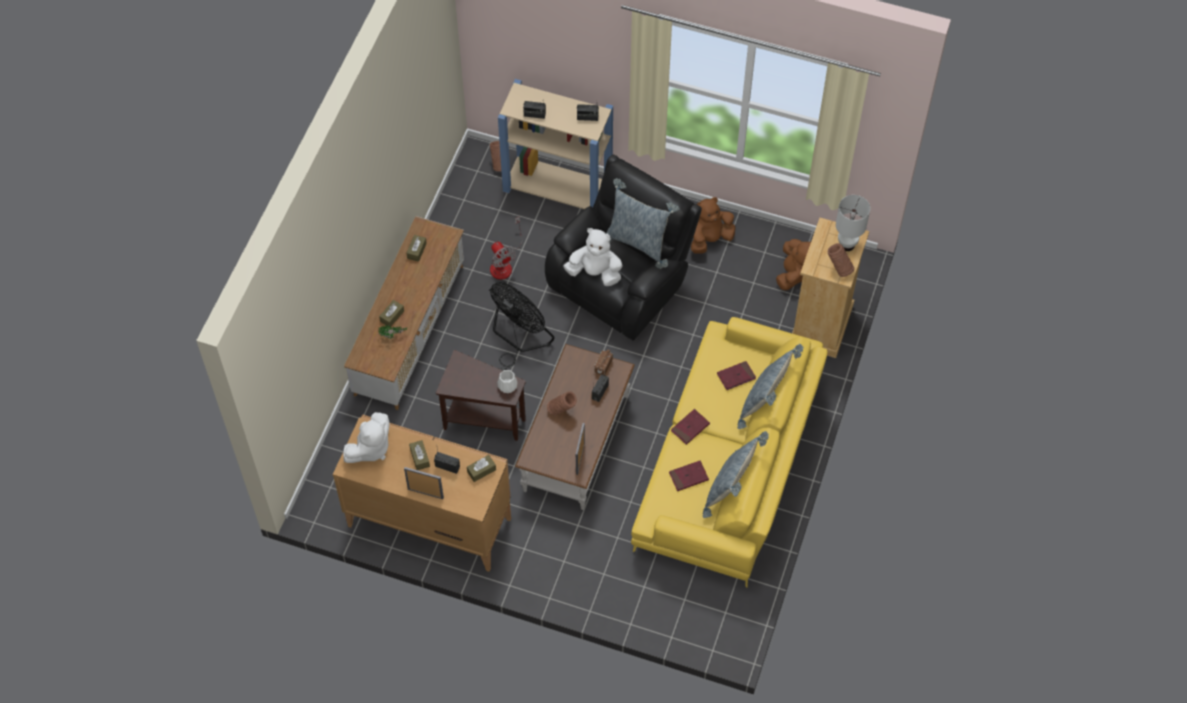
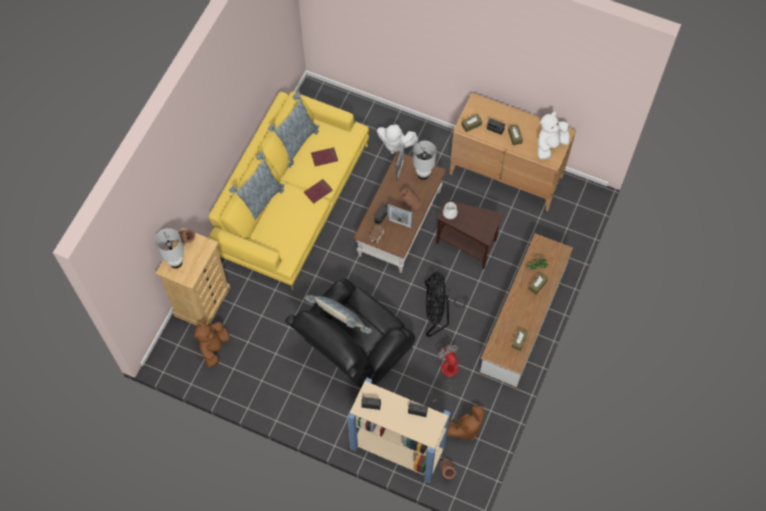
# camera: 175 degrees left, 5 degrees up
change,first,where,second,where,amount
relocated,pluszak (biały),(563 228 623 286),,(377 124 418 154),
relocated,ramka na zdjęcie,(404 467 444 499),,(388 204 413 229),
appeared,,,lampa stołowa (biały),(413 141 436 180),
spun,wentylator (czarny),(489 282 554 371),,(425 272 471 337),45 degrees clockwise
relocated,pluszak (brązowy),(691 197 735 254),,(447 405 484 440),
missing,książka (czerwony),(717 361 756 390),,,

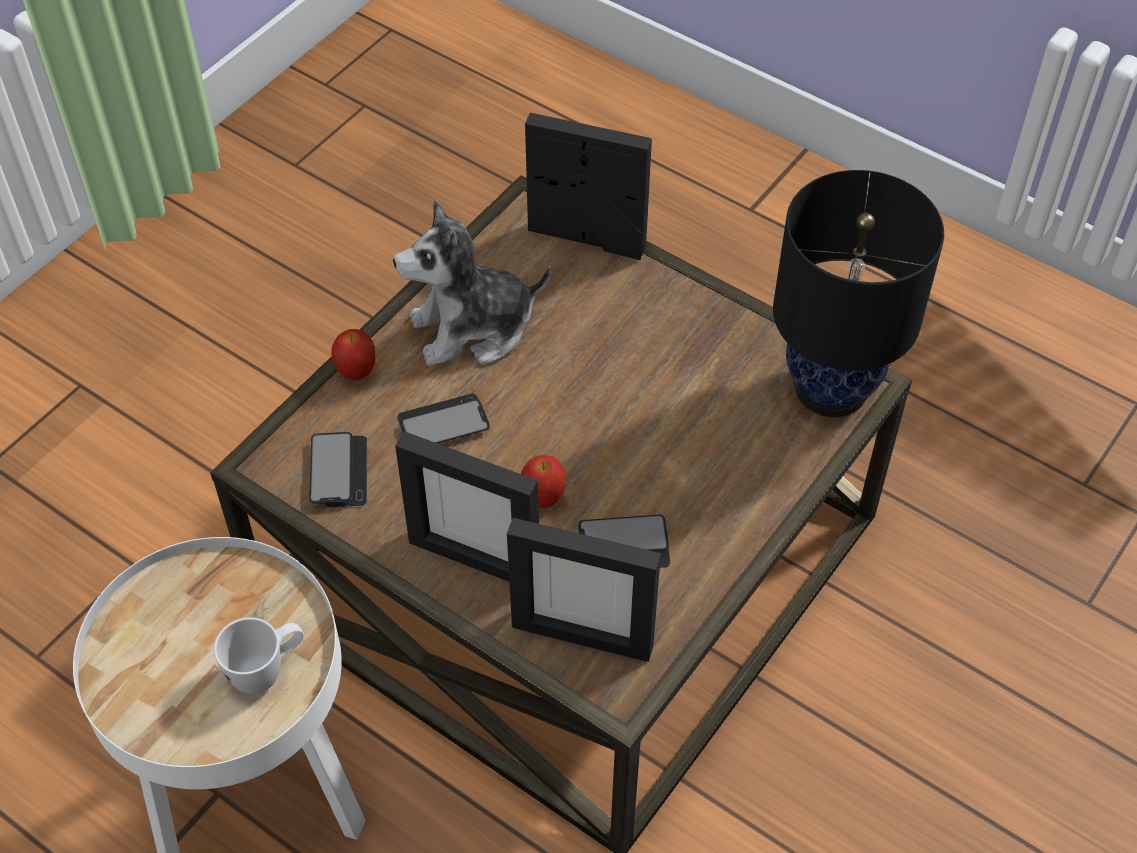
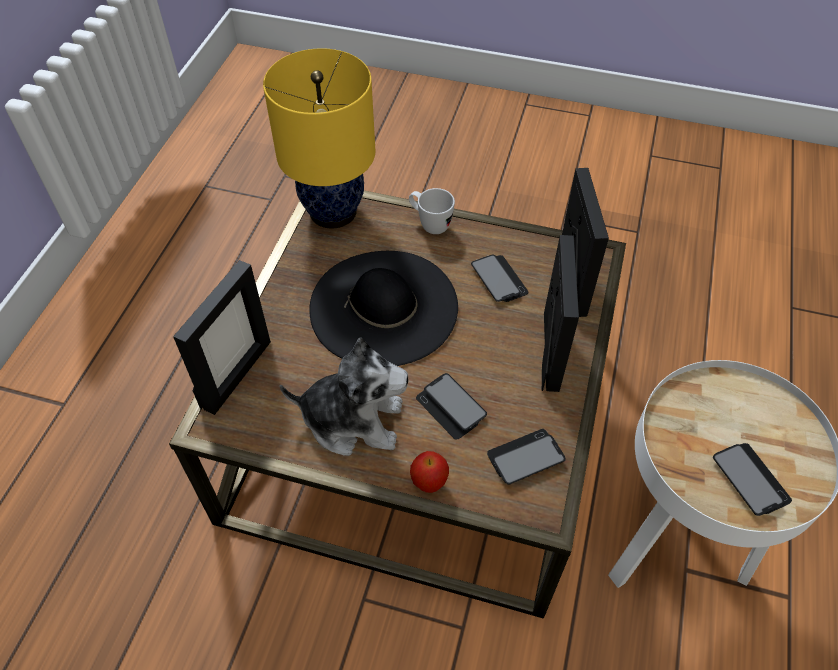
# camera: 110 degrees left, 0 degrees up
change,first,where,second,where,amount
spun,ramka na zdjęcie,(525 113 652 260),,(173 260 271 415),150 degrees counterclockwise
colour,lampa stołowa (czarny),(773 170 944 417),lampa stołowa (żółty),(263 48 375 228),
spun,pluszak,(393 200 551 366),,(280 337 408 456),45 degrees counterclockwise
appeared,,,kapelusz (czarny),(309 251 458 366),
relocated,kubek (biały),(214 617 303 694),,(409 188 455 234),
appeared,,,telefon,(713 443 792 516),
missing,jabłko,(521 455 566 508),,,

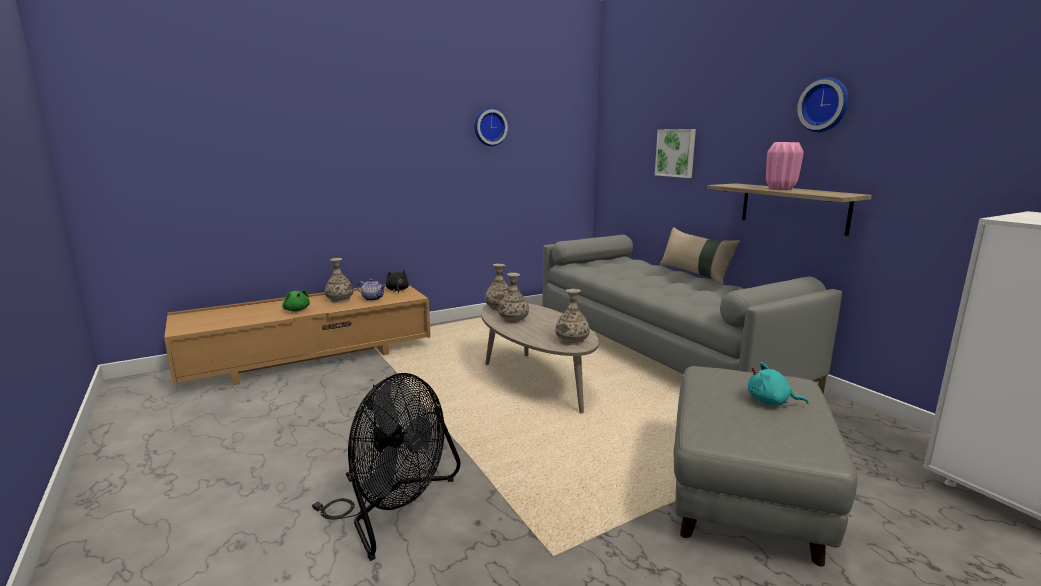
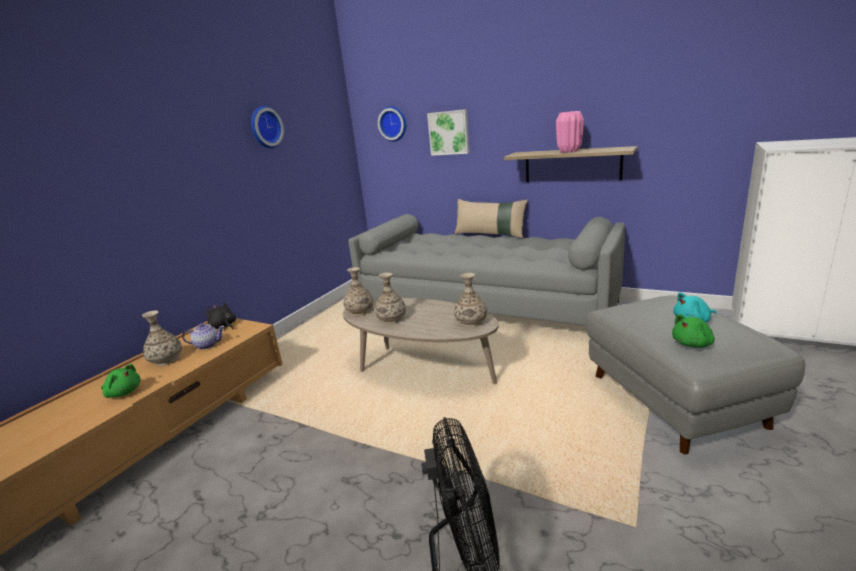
# camera: 30 degrees left, 5 degrees up
change,first,where,second,where,amount
relocated,zegar ścienny,(797 77 849 132),,(378 106 406 142),
appeared,,,pluszak (zielony),(672 314 715 348),

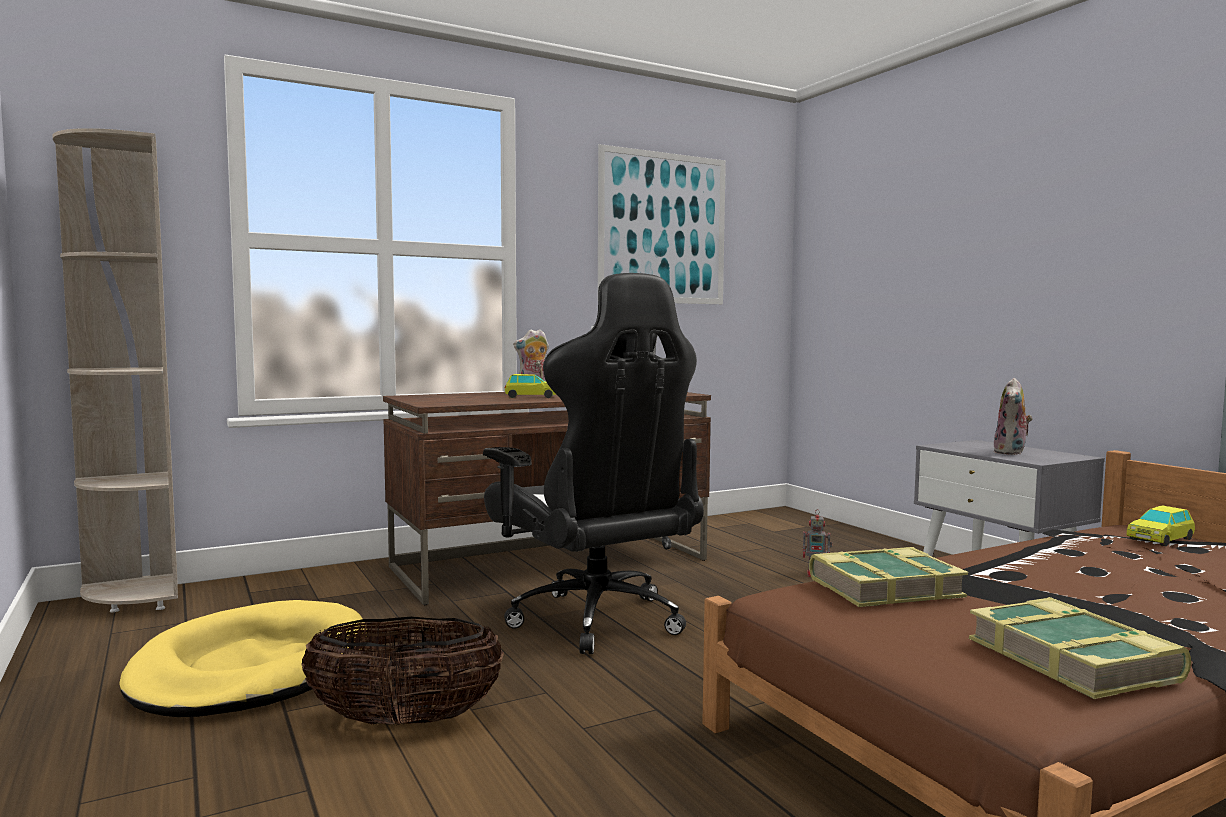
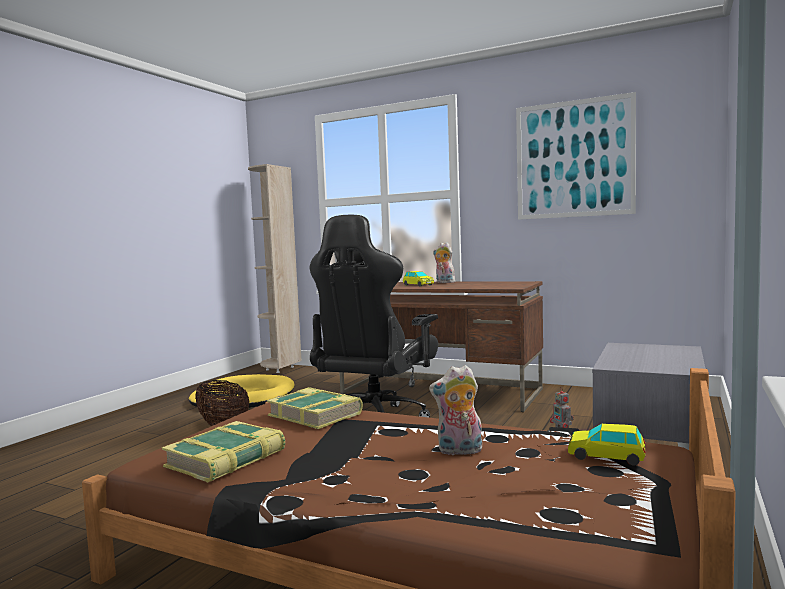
# camera: 55 degrees right, 0 degrees up
change,first,where,second,where,amount
relocated,pluszak,(994 378 1033 455),,(429 365 482 456),

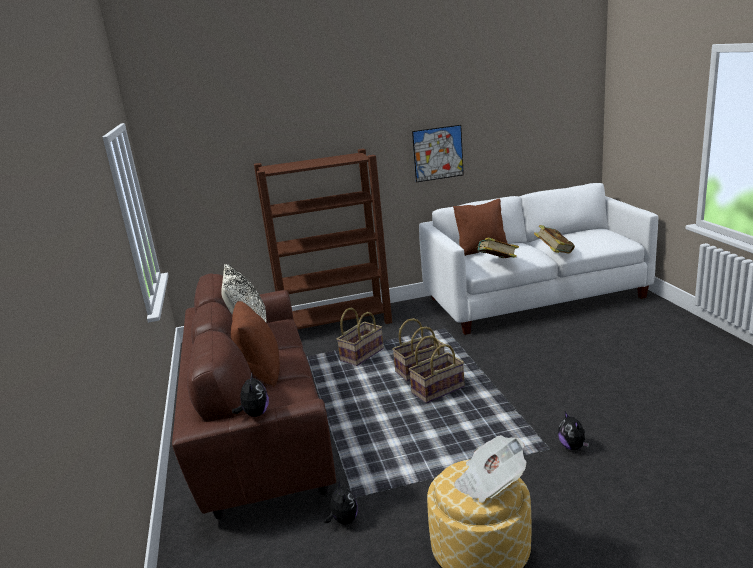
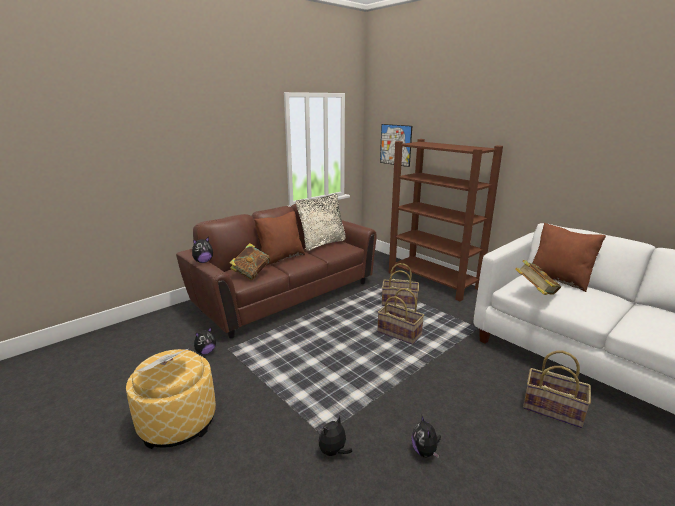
# camera: 60 degrees right, 0 degrees up
change,first,where,second,where,amount
relocated,książka,(534 225 575 254),,(229 243 270 280),
relocated,obraz,(412 125 464 182),,(380 124 412 167),
appeared,,,pluszak,(411 416 441 458),
relocated,koszyk,(409 336 465 403),,(523 350 591 428),

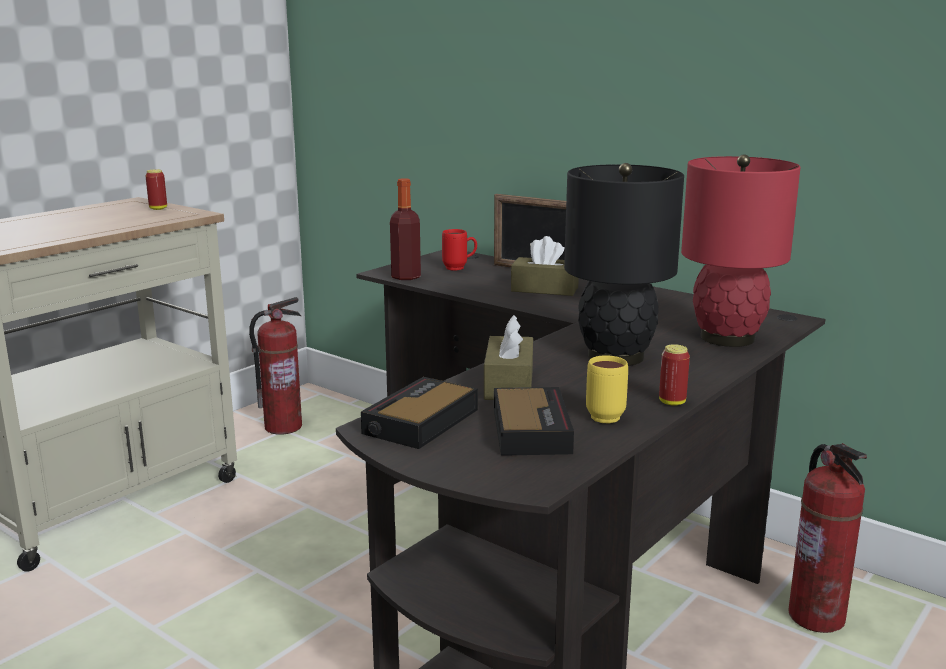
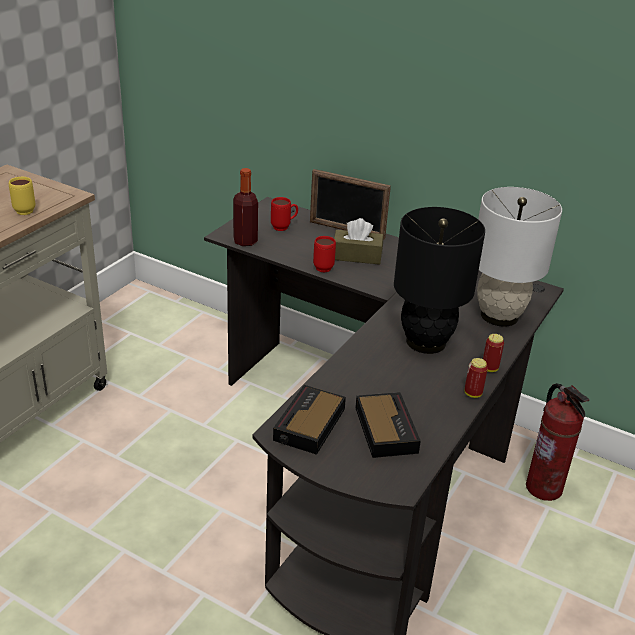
# camera: 10 degrees left, 15 degrees up
change,first,where,second,where,amount
relocated,kubek (żółty),(586 355 628 424),,(9 177 35 215),
appeared,,,kubek (czerwony),(313 236 336 273),
colour,lampa stołowa (czerwony),(681 154 801 347),lampa stołowa (biały),(477 187 562 327),
relocated,puszka,(145 169 167 210),,(483 334 504 372),
missing,gaśnica,(249 297 302 435),,,
missing,pudełko chusteczek (brązowy),(484 315 533 400),,,

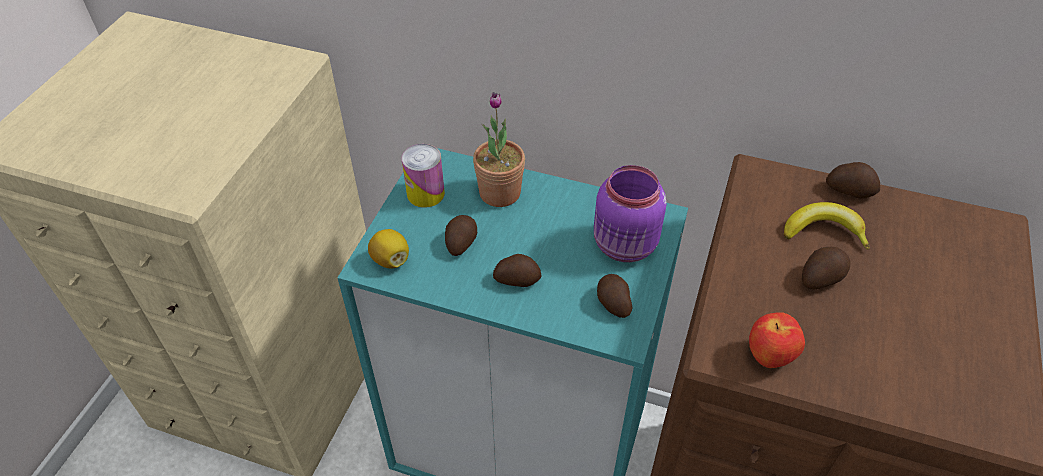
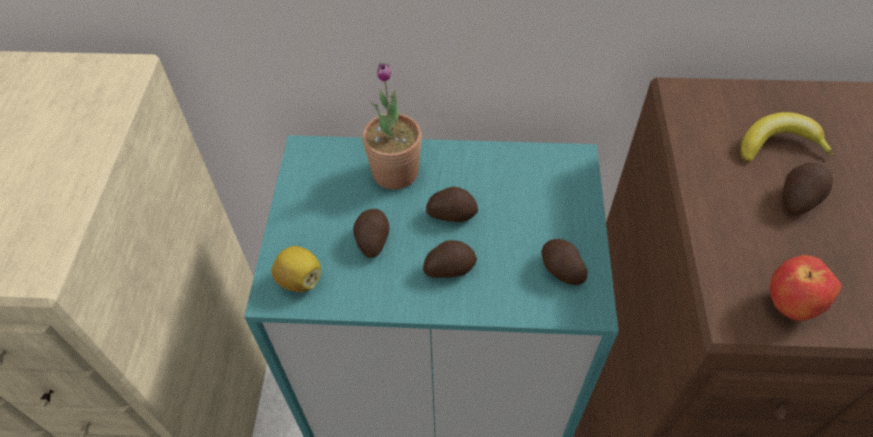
# camera: 15 degrees left, 5 degrees up
change,first,where,second,where,amount
relocated,ziemniak,(826 162 880 199),,(426 186 478 222),
missing,puszka,(402 144 445 208),,,
missing,słoik (fioletowy),(594 165 667 262),,,

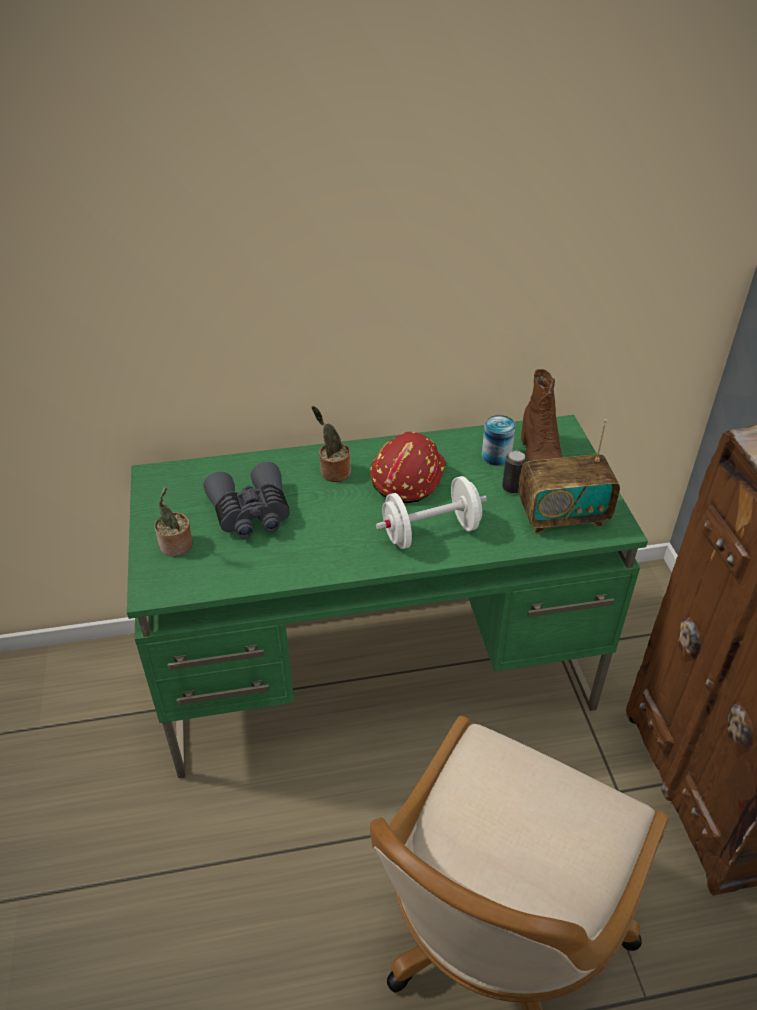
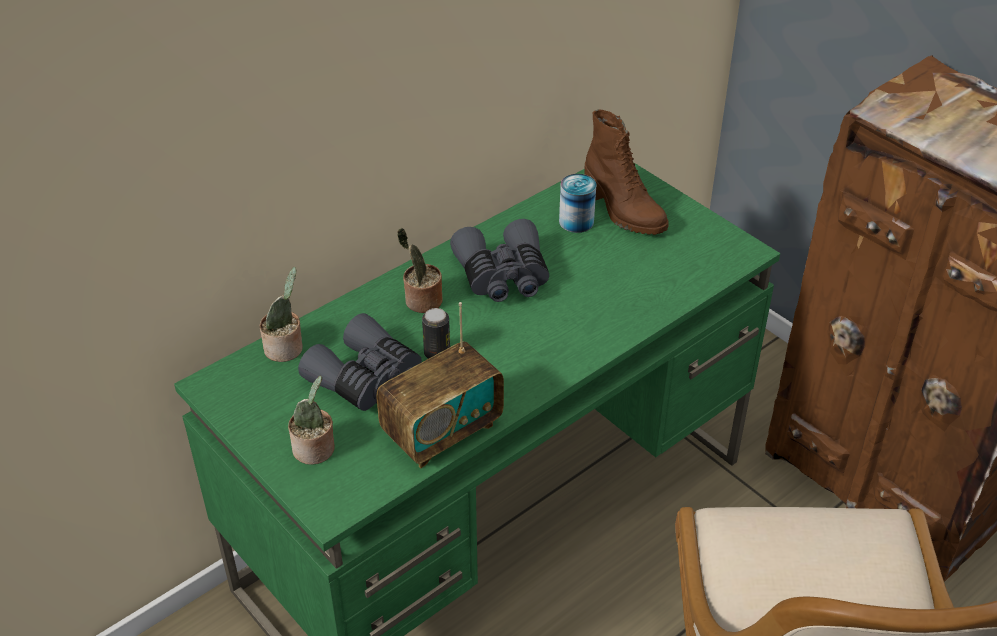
# camera: 30 degrees left, 0 degrees up
change,first,where,second,where,amount
appeared,,,roślina doniczkowa,(259 267 303 362),
relocated,radio,(519 419 620 533),,(376 302 504 469),
relocated,puszka,(502 451 527 494),,(422 308 450 359),
exchanged,kask (czerwony),(370 432 446 503),lornetka (szary),(450 219 549 302),
missing,hantel (biały),(376 476 487 549),,,

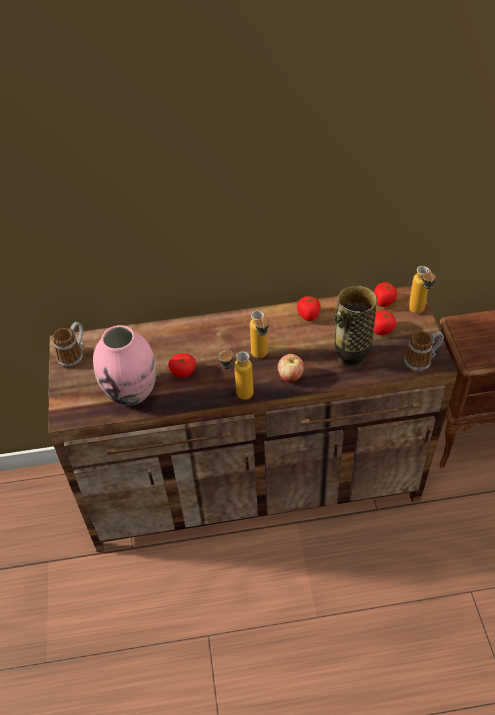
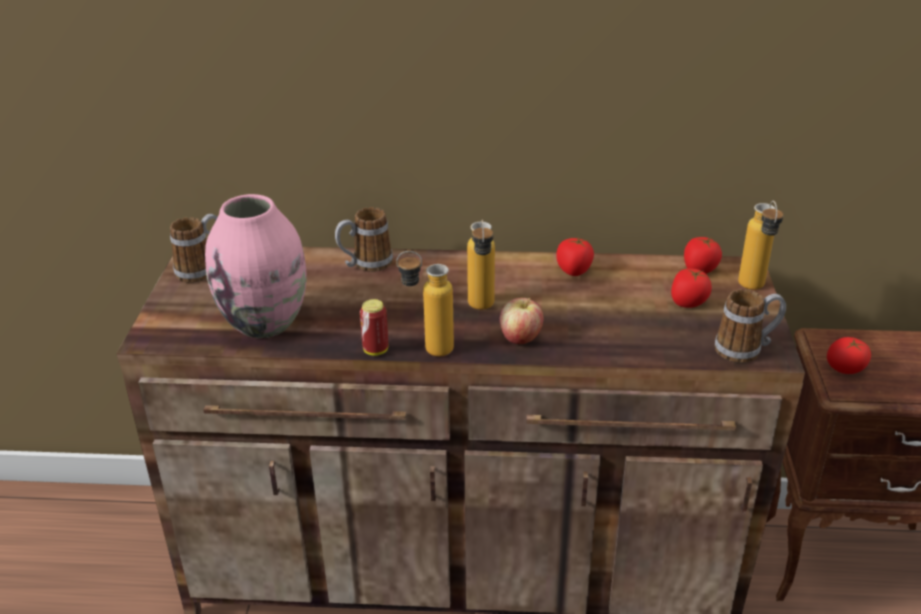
# camera: 10 degrees right, 15 degrees down
change,first,where,second,where,amount
appeared,,,kubek,(335 207 393 272),
appeared,,,puszka,(360 299 388 356),
relocated,pomidor,(168 353 196 378),,(827 337 871 374),
missing,wazon,(334 286 377 367),,,

